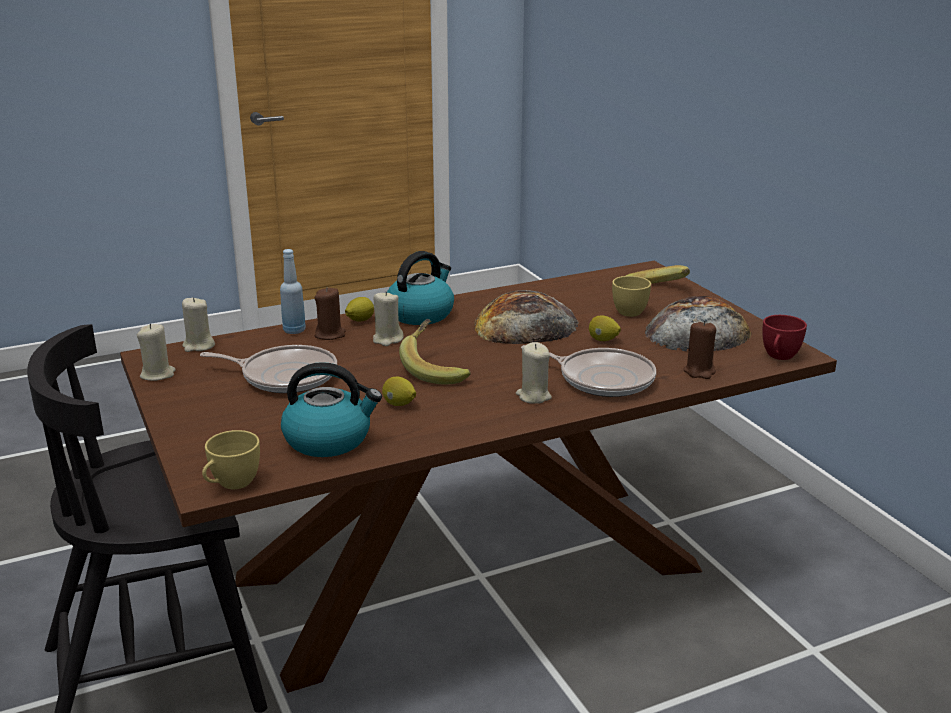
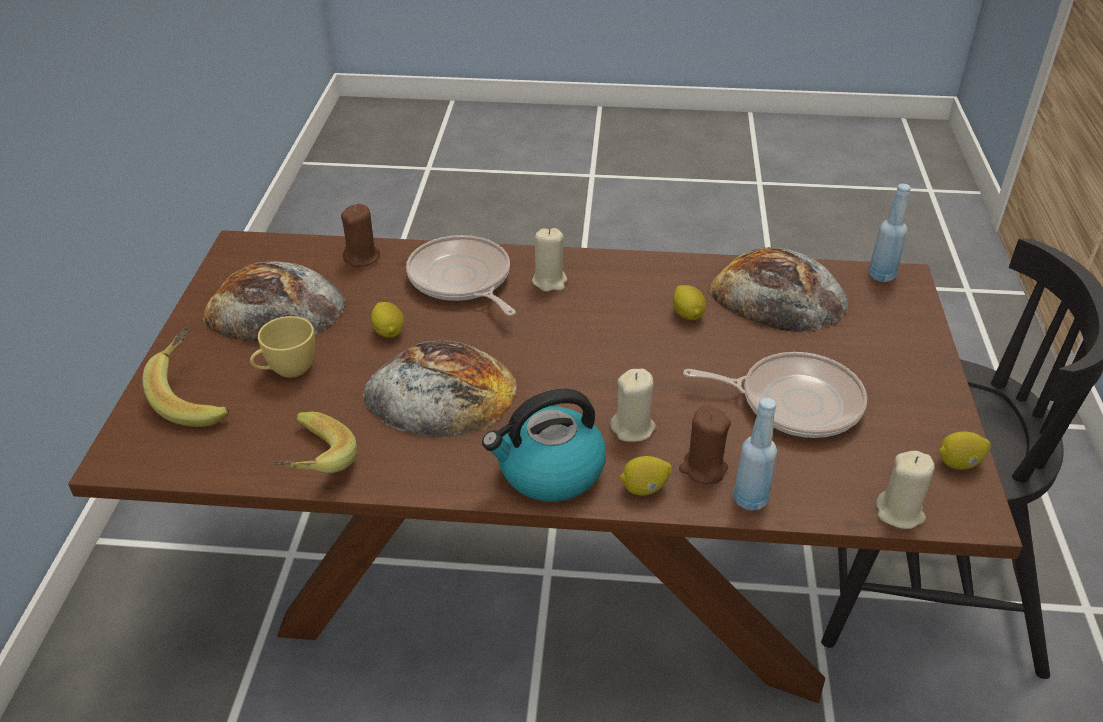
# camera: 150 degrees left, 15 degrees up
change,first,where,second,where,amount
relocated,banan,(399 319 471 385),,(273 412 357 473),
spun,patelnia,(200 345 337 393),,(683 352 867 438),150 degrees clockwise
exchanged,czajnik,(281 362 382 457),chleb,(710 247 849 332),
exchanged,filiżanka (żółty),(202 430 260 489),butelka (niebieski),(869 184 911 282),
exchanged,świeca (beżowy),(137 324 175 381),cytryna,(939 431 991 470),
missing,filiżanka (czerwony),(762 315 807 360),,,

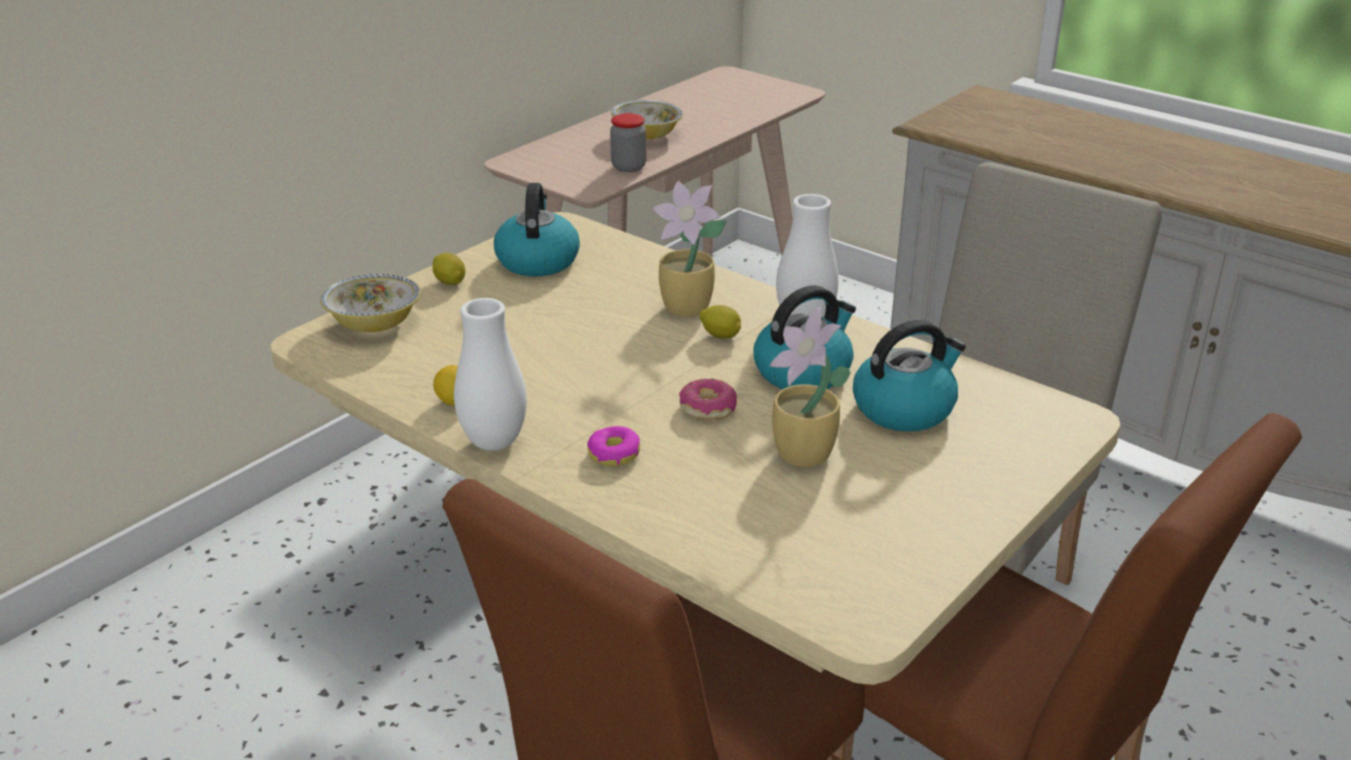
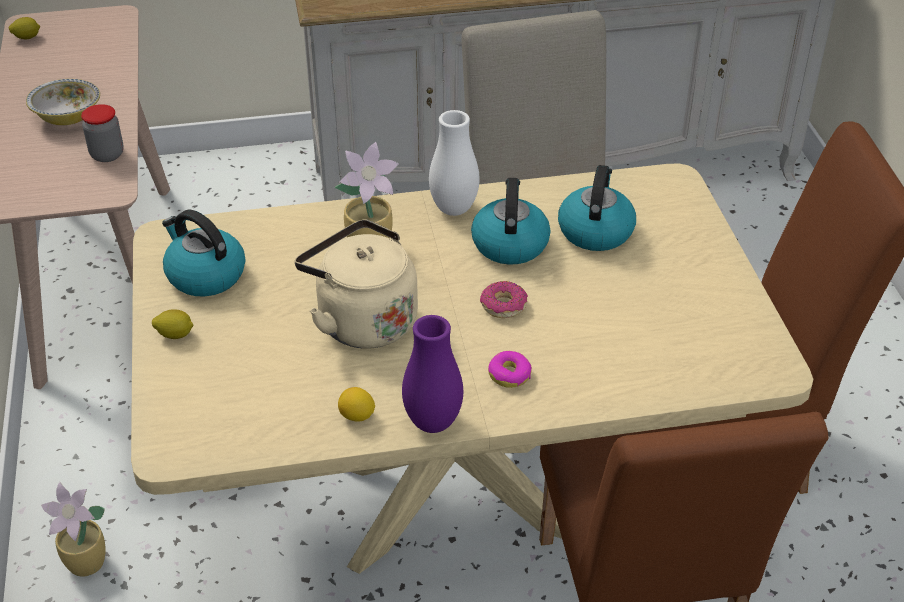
# camera: 50 degrees left, 10 degrees up
change,first,where,second,where,amount
relocated,cytryna,(700 305 741 339),,(9 17 40 39),
relocated,roślina doniczkowa,(770 307 851 467),,(41 482 105 577),
appeared,,,czajnik (beżowy),(295 220 418 349),
colour,wazon (biały),(454 298 527 451),wazon (fioletowy),(402 315 463 433),
missing,miska,(320 274 421 332),,,

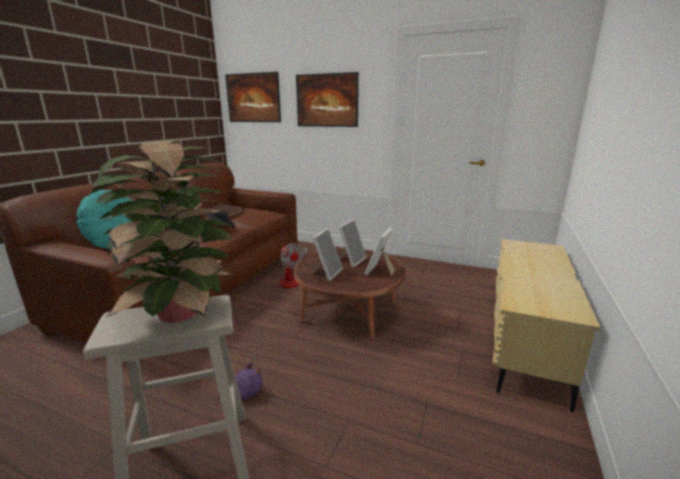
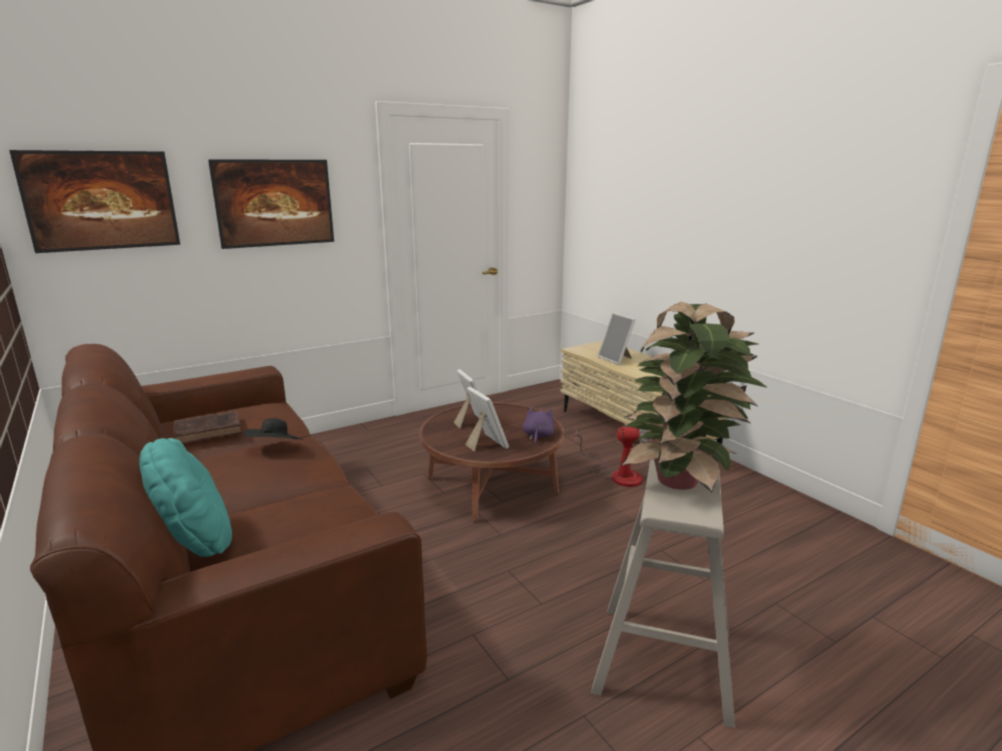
# camera: 55 degrees left, 0 degrees up
change,first,where,second,where,amount
relocated,pluszak (fioletowy),(219 362 263 400),,(522 407 554 445),
relocated,wentylator,(280 243 307 288),,(575 424 652 487),
relocated,ramka na zdjęcie,(365 228 395 276),,(598 313 636 365),

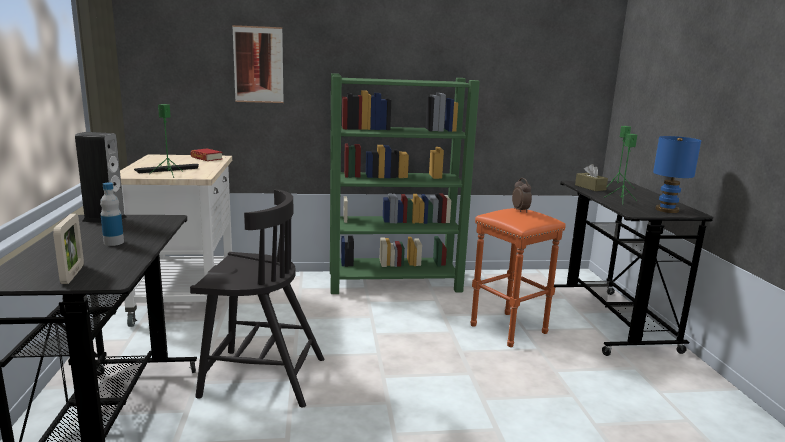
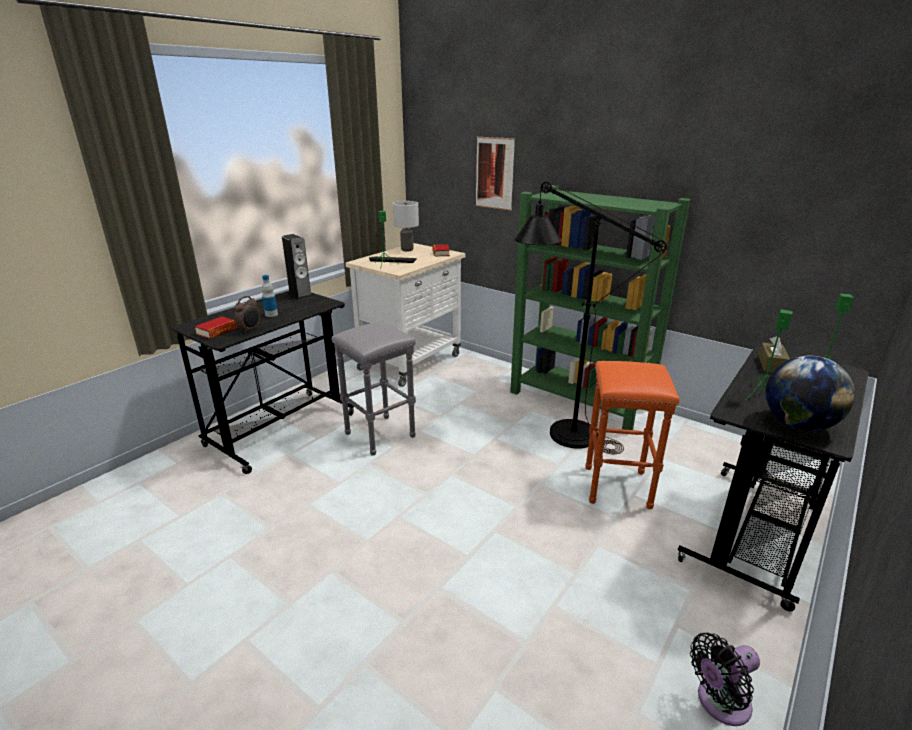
# camera: 45 degrees right, 10 degrees up
change,first,where,second,where,amount
exchanged,ramka na zdjęcie,(53 214 84 284),książka,(194 317 237 339),
relocated,budzik,(512 178 532 212),,(234 296 260 333),
exchanged,krzesło (czarny),(190 190 325 407),stołek (szary),(331 322 416 456),
appeared,,,lampa stołowa (biały),(393 201 419 252),
appeared,,,lampa stojąca (czarny),(514 181 667 454),
appeared,,,wentylator (czarny),(690 633 760 726),
exchanged,lampa stołowa (niebieski),(653 136 701 213),globus,(765 356 855 431),

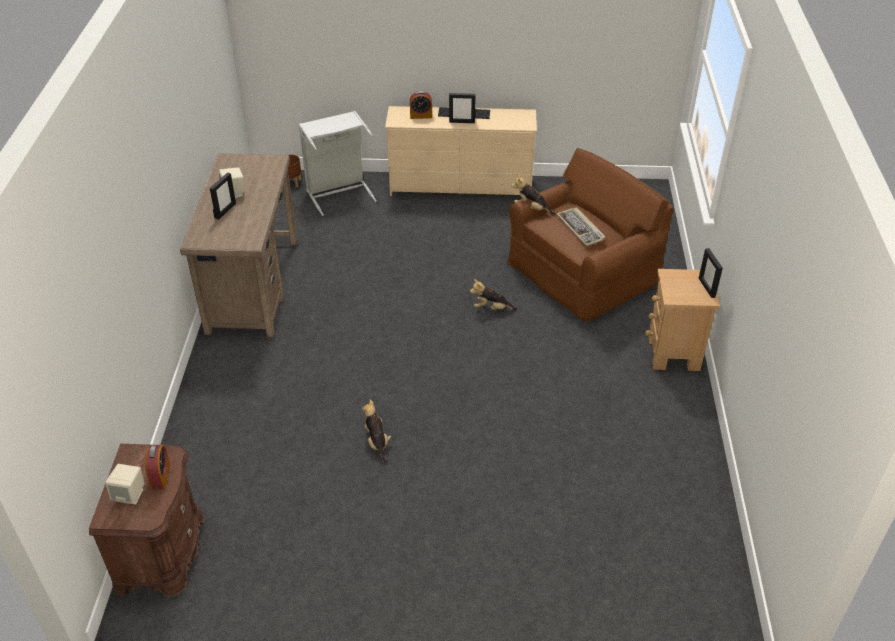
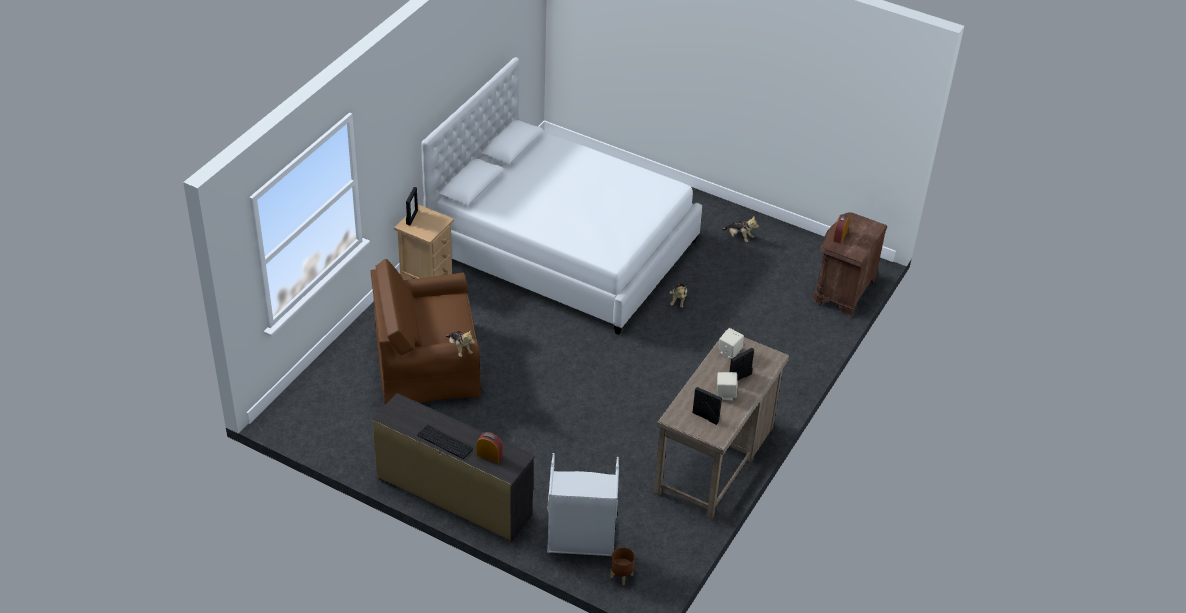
# camera: 155 degrees left, 0 degrees up
change,first,where,second,where,amount
colour,komoda (beżowy),(385 106 537 196),komoda (czarny),(372 393 535 543),
appeared,,,łóżko (biały),(421 57 702 335),
relocated,ramka na zdjęcie,(449 93 476 123),,(692 387 722 425),
relocated,głośnik (beżowy),(105 464 145 505),,(719 328 744 359),
relocated,pluszak,(470 279 517 310),,(721 217 759 242),
missing,klawiatura,(556 207 605 246),,,

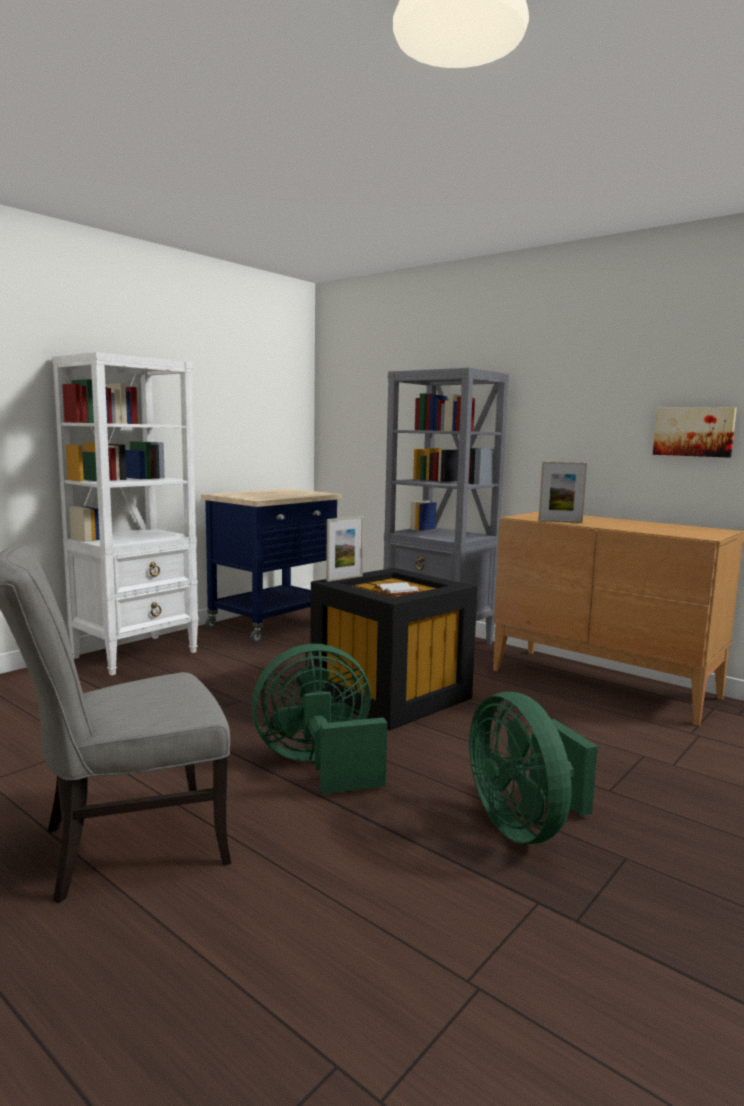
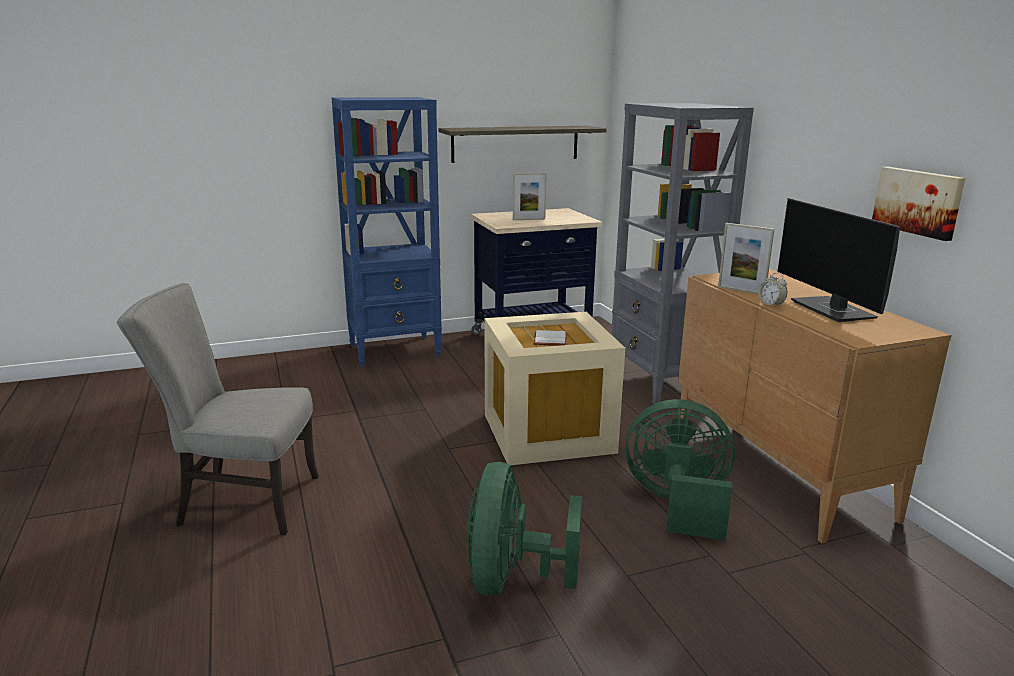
# camera: 30 degrees right, 10 degrees up
change,first,where,second,where,amount
colour,regał (biały),(53 352 199 675),regał (niebieski),(332 97 442 366),
appeared,,,półka,(438 126 607 163),
colour,pojemnik do przechowywania (czarny),(310 568 478 730),pojemnik do przechowywania (beżowy),(485 312 625 465),
relocated,ramka na zdjęcie,(326 516 364 582),,(513 173 547 220),
relocated,wentylator (zielony),(252 644 387 794),,(625 399 735 540),
appeared,,,budzik,(759 273 787 308),
appeared,,,monitor,(777 198 900 322),

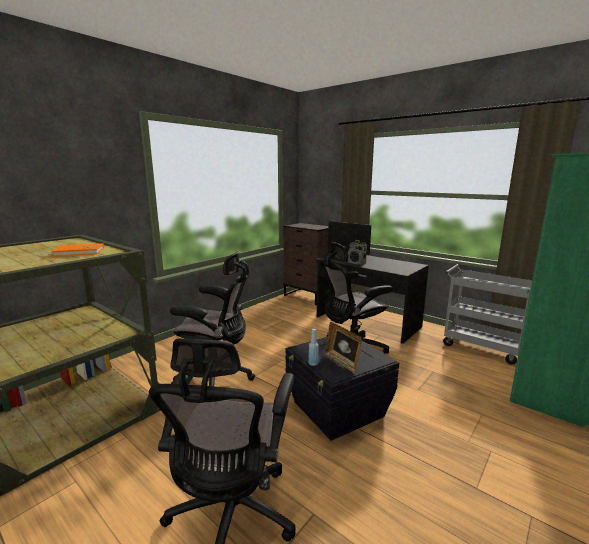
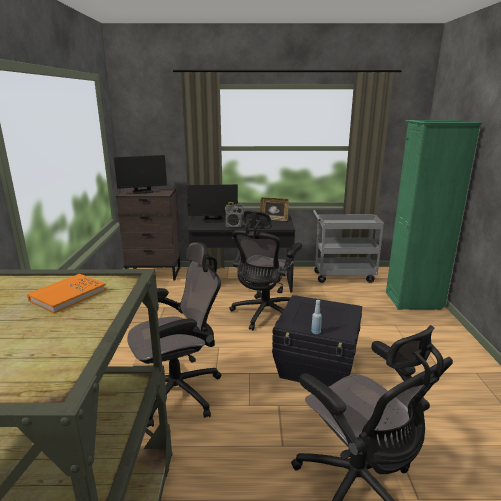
# camera: 40 degrees left, 5 degrees up
change,first,where,second,where,amount
appeared,,,monitor,(114 155 167 194),
relocated,ramka na zdjęcie,(324 322 362 373),,(260 197 289 221),

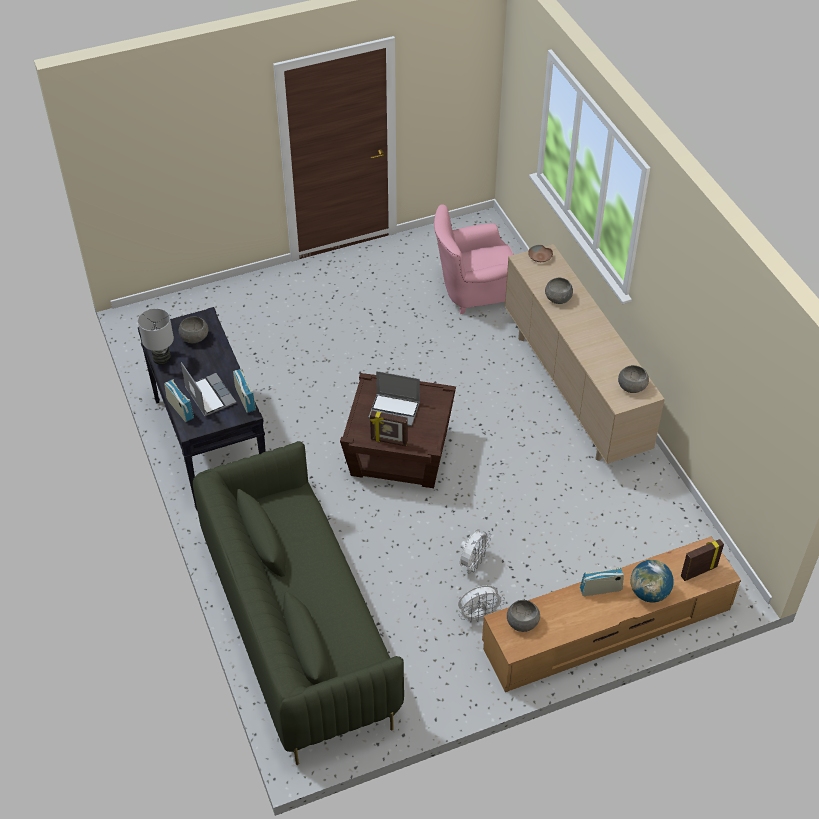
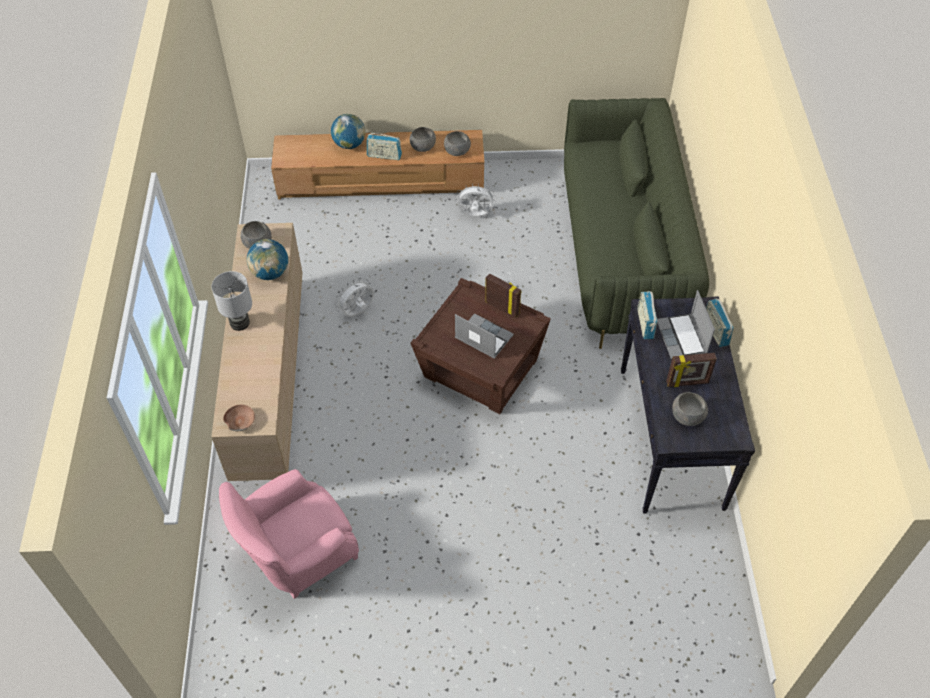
# camera: 160 degrees left, 5 degrees up
change,first,where,second,where,amount
relocated,lampa stołowa (szary),(138 308 174 365),,(211 271 252 331),
spun,fotel (różowy),(434 205 514 314),,(219 469 359 599),135 degrees clockwise
appeared,,,globus,(247 239 288 280),
relocated,wentylator (biały),(460 529 491 574),,(334 278 374 317),
relocated,miska (szary),(545 278 573 304),,(410 127 436 152),
relocated,ramka na zdjęcie,(681 539 724 581),,(666 353 717 387),

